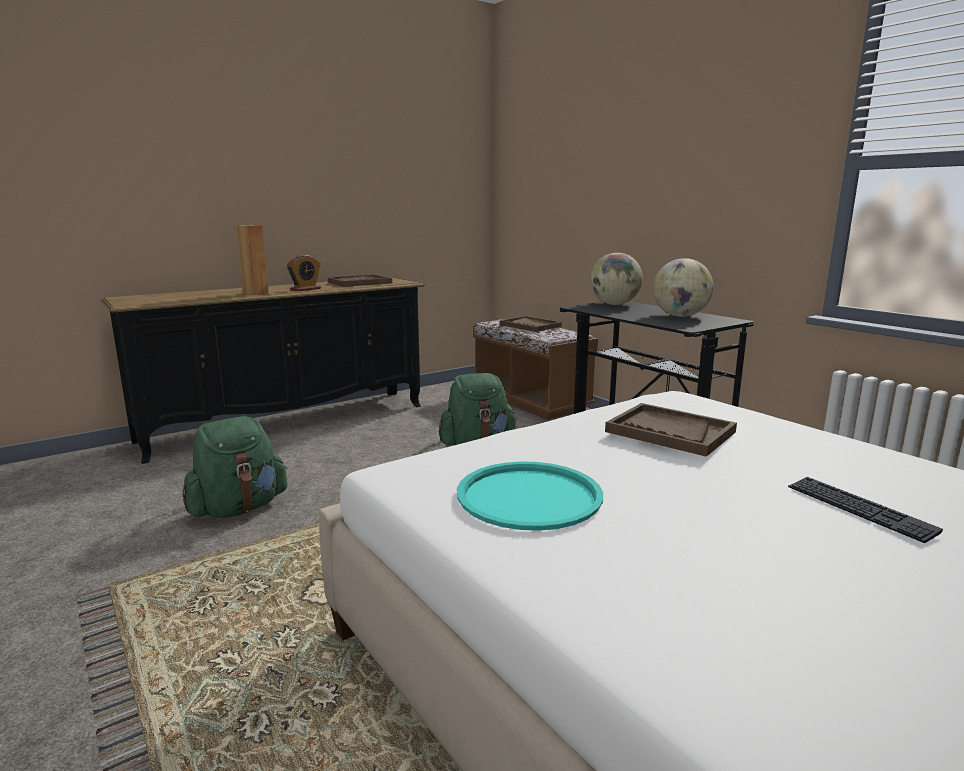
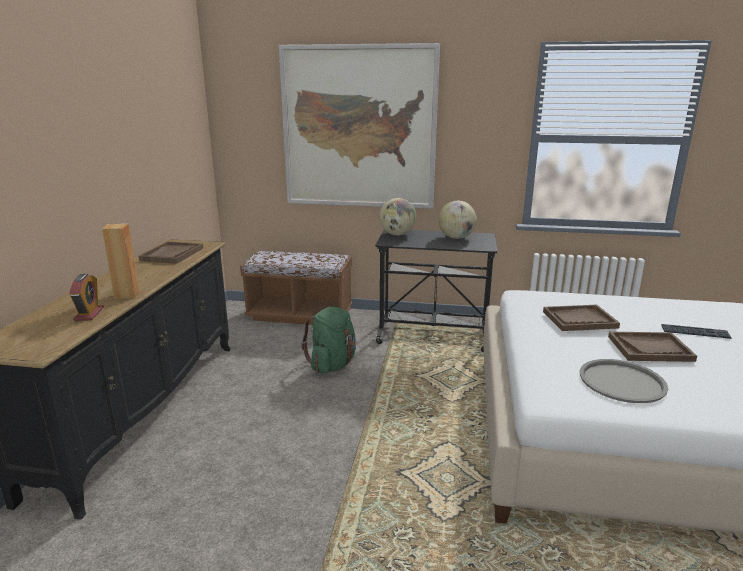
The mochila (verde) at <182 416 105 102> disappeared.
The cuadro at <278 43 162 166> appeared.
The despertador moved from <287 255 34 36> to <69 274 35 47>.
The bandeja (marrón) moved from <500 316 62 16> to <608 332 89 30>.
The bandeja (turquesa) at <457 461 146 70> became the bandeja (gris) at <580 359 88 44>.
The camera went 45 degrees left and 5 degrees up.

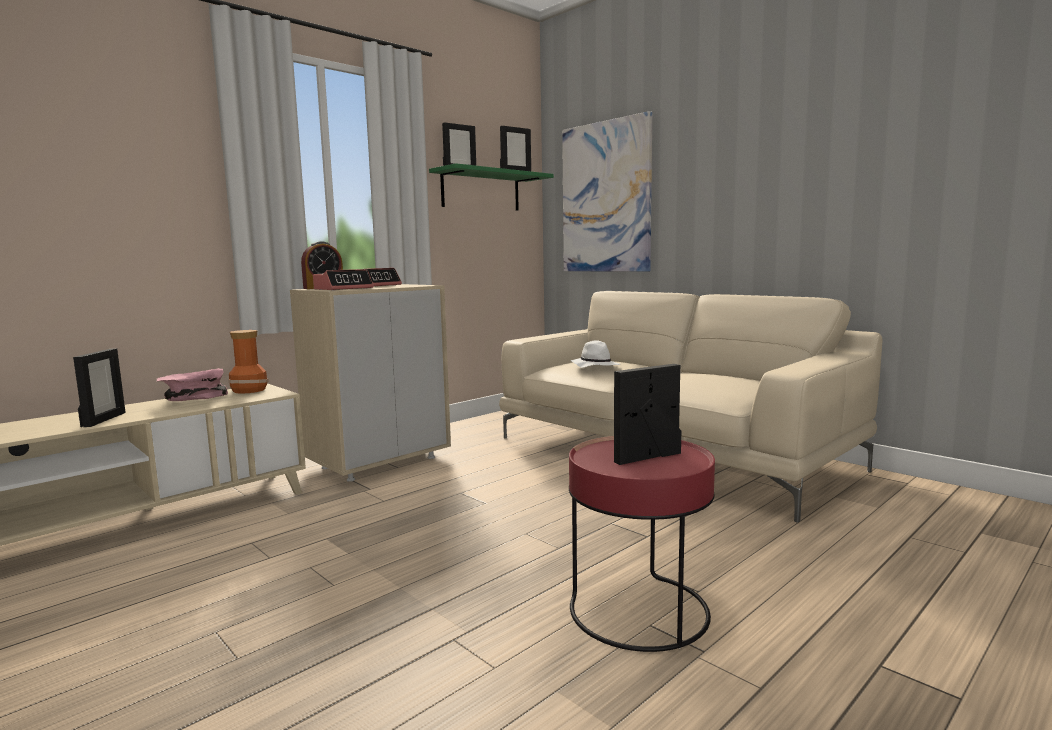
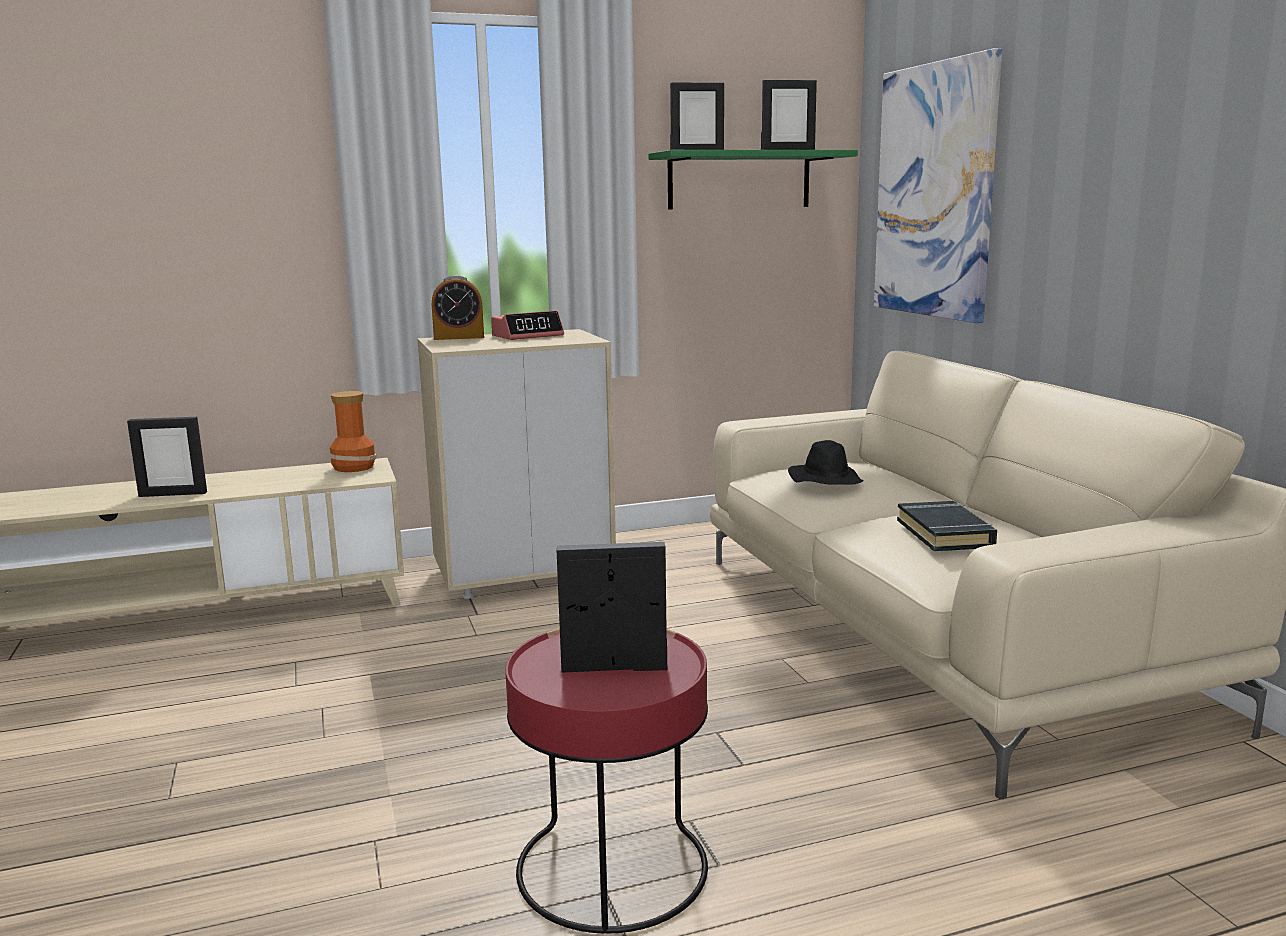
The cuenco (rosa) at <157 368 71 33> disappeared.
The despertador at <313 269 61 22> disappeared.
The libro (negro) at <897 501 100 50> appeared.
The sombrero (blanco) at <571 340 49 28> became the sombrero (negro) at <788 440 76 45>.
The portarretratos at <73 349 53 78> turned 60 degrees clockwise.
The camera went 25 degrees right and 5 degrees up.

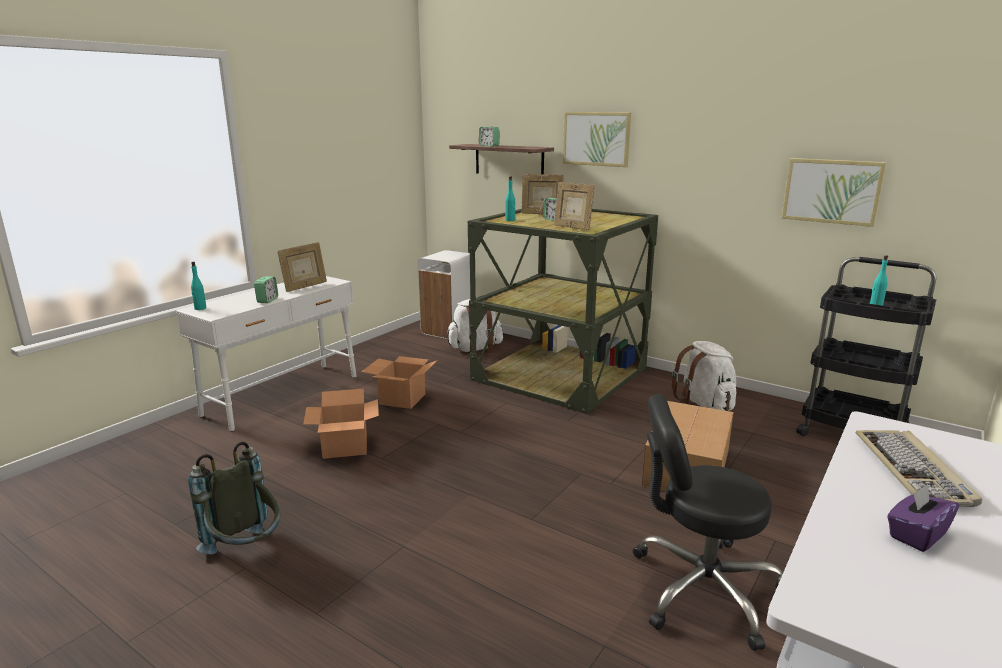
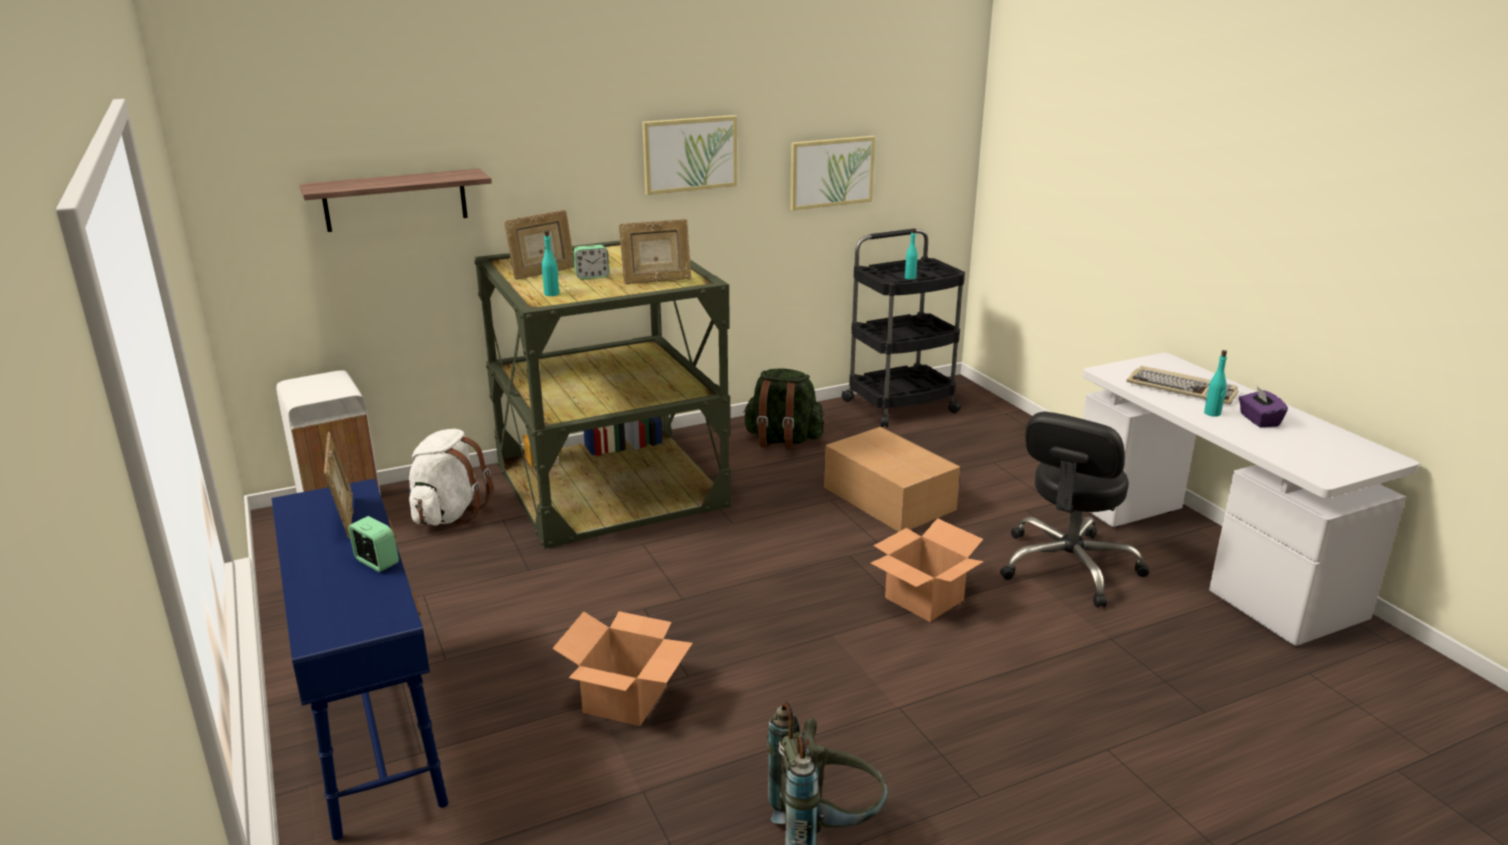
The despertador at <479 126 21 20> disappeared.
The botella (turquesa) moved from <191 262 16 48> to <1204 350 23 67>.
The caja de cartón moved from <361 356 77 53> to <870 518 114 104>.
The cuadro moved from <563 112 68 55> to <642 115 95 80>.
The mesa consola (blanco) at <176 276 181 155> became the mesa consola (azul) at <272 479 176 362>.
The mochila (blanco) at <672 341 64 70> became the mochila (verde) at <743 368 82 82>.
The camera went 60 degrees left and 5 degrees up.

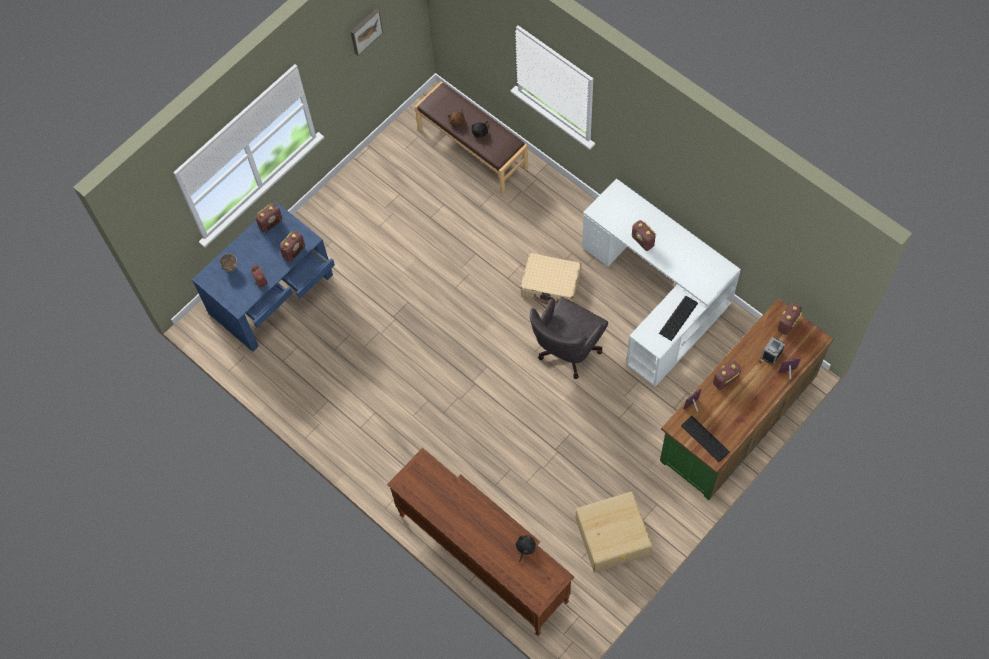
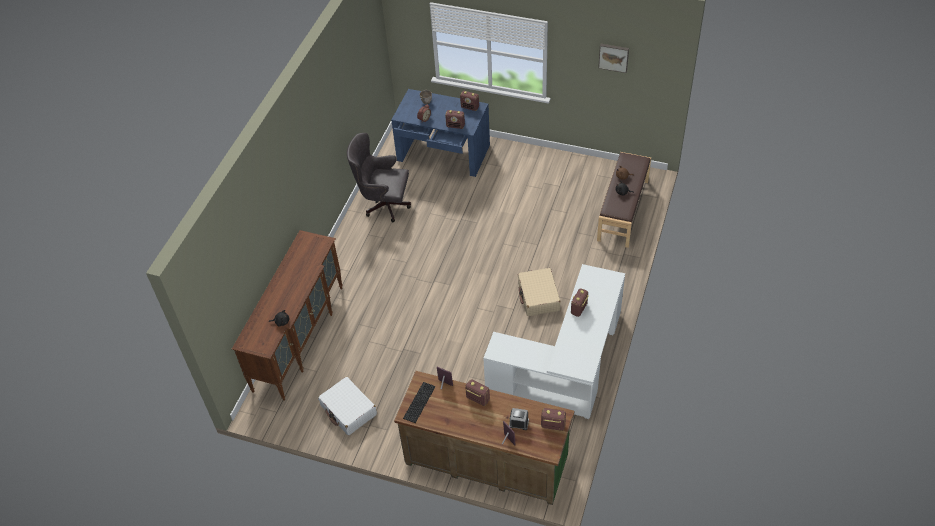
The teclado at <659 296 39 45> disappeared.
The silla de oficina (gris) moved from <530 297 78 82> to <347 133 64 89>.
The caja de almacenaje (beis) at <576 491 76 81> was replaced by the maleta (blanco) at <318 377 59 58>.
The camera went 65 degrees right and 15 degrees down.

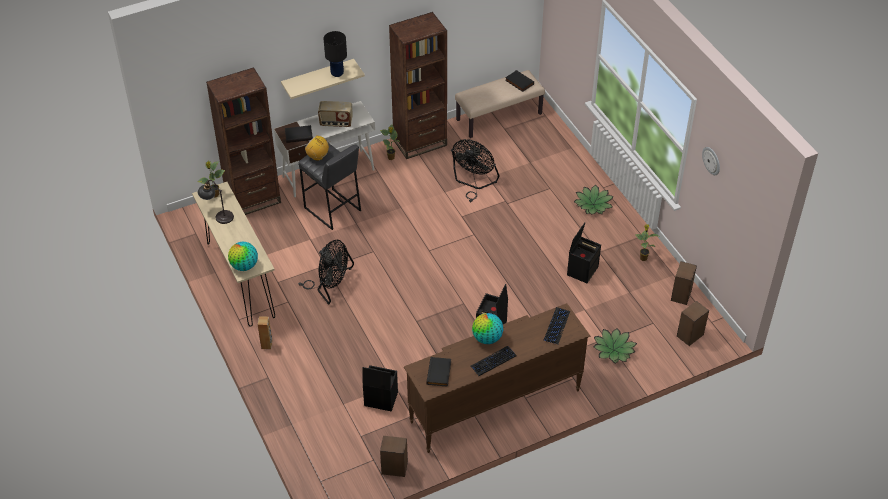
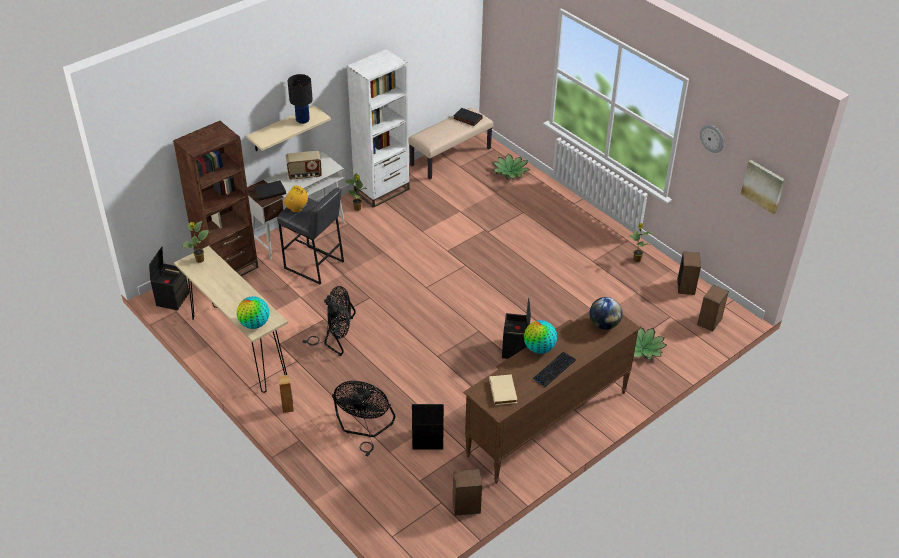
The lámpara de mesa (gris) at <198 180 36 44> disappeared.
The cuadro at <741 160 44 54> appeared.
The ventilador (negro) moved from <451 139 48 63> to <332 381 63 76>.
The caja de almacenaje (negro) moved from <567 223 34 60> to <149 247 40 64>.
The planta en maceta moved from <574 185 40 30> to <493 154 37 25>.
The teclado at <543 307 27 38> was replaced by the globo terráqueo at <589 297 33 33>.
The estantería (marrón) at <389 12 58 147> became the estantería (blanco) at <347 49 62 159>.
The libro (negro) at <426 357 25 30> became the libro (beis) at <489 374 28 31>.
The camera went 15 degrees left and 5 degrees down.

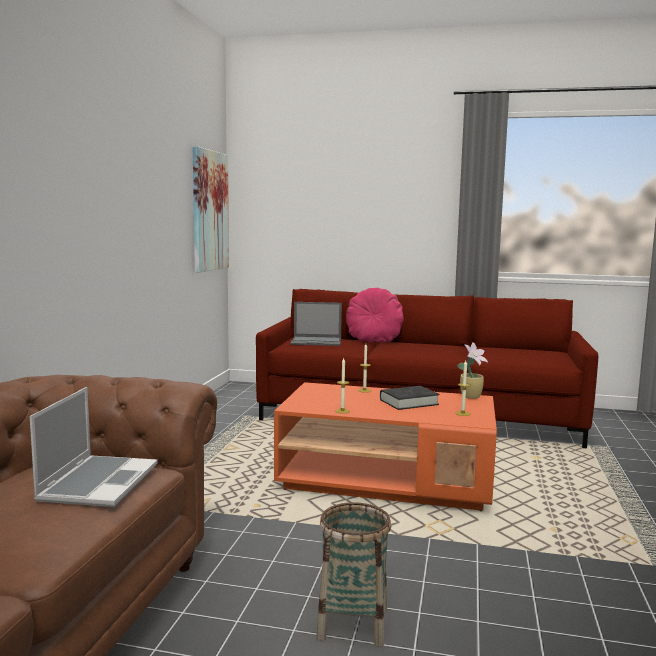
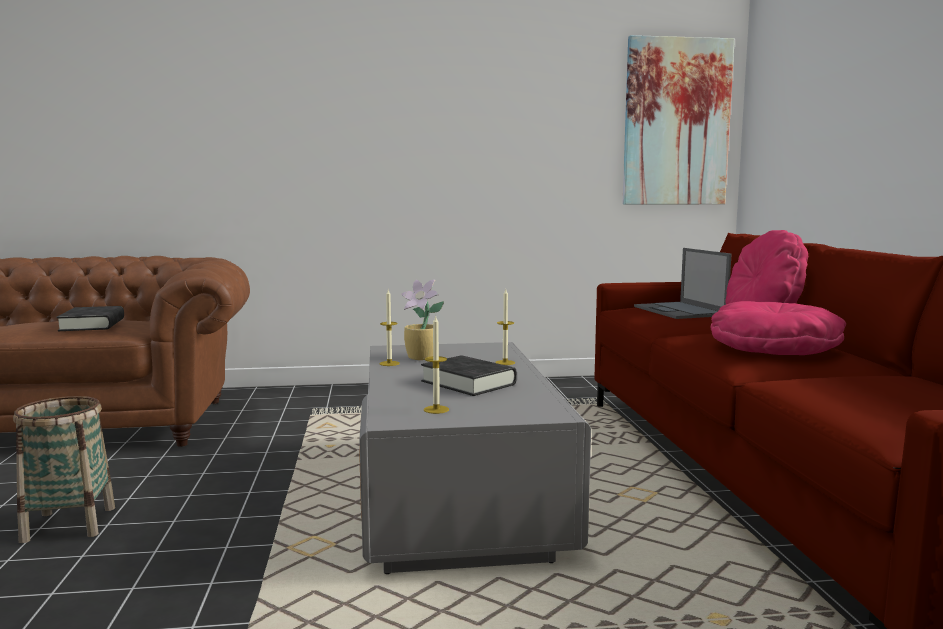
The cojín (rosa) at <711 301 135 54> appeared.
The planta en maceta moved from <457 342 31 57> to <401 279 43 81>.
The portátil at <30 387 128 120> was replaced by the libro (negro) at <56 306 68 25>.
The mesa de centro (naranja) at <274 382 223 129> became the mesa de centro (gris) at <359 342 232 232>.
The camera went 70 degrees right and 0 degrees up.

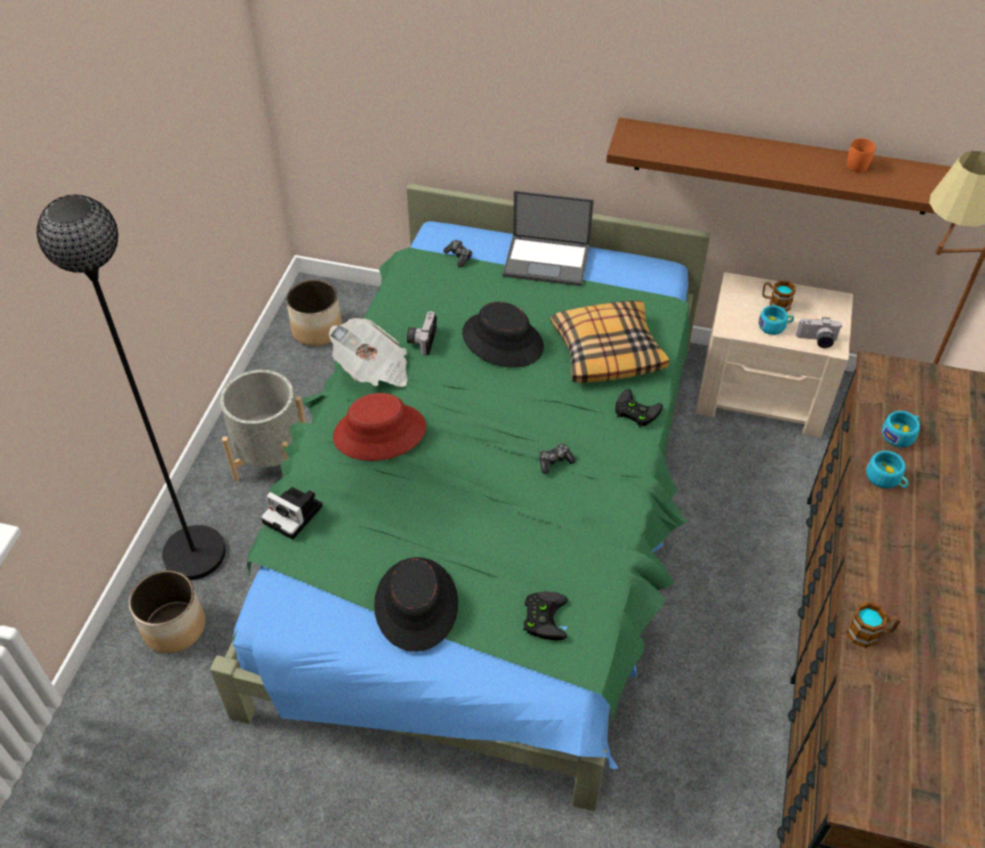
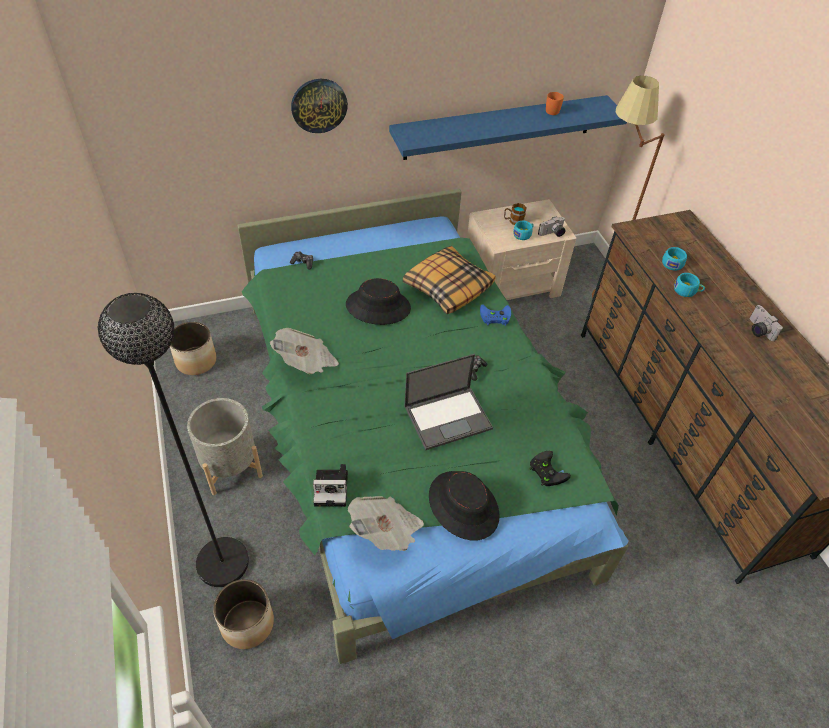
The sombrero (rojo) at <333 393 93 68> disappeared.
The taza grande at <846 601 54 47> disappeared.
The reloj de pared at <291 79 57 54> appeared.
The periódico at <348 496 76 55> appeared.
The cámara moved from <407 311 30 44> to <750 305 33 36>.
The portátil moved from <503 190 91 96> to <405 354 88 96>.
The estante (marrón) at <606 117 345 98> became the estante (azul) at <389 95 238 65>.
The mando de consola (negro) at <615 389 48 38> became the mando de consola (azul) at <480 304 31 22>.
The camera went 35 degrees left and 0 degrees up.

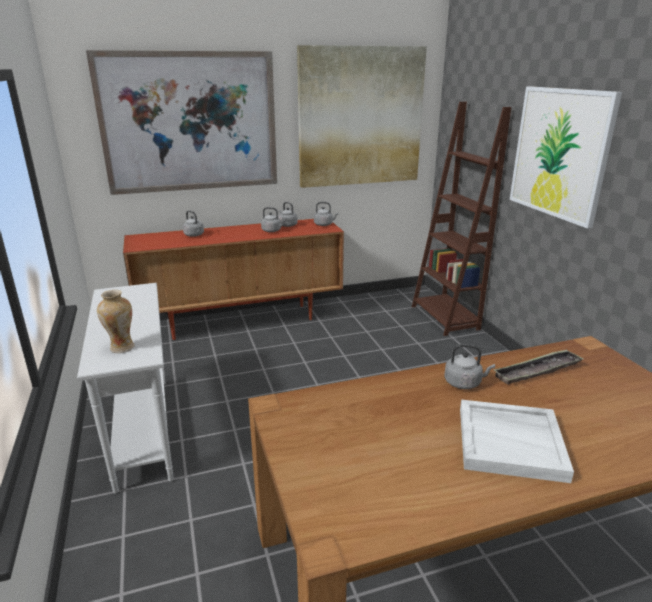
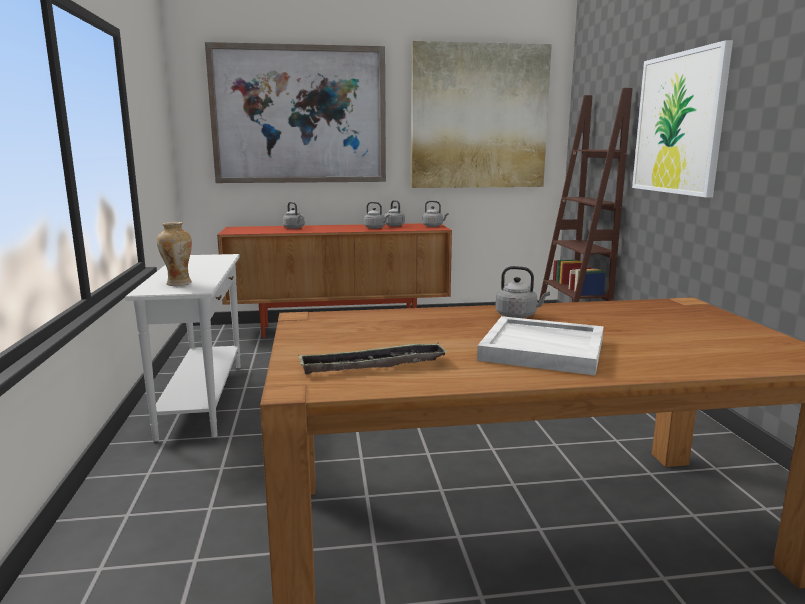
The bandeja moved from <494 349 90 36> to <299 342 148 32>.
The camera went 10 degrees right and 10 degrees down.

